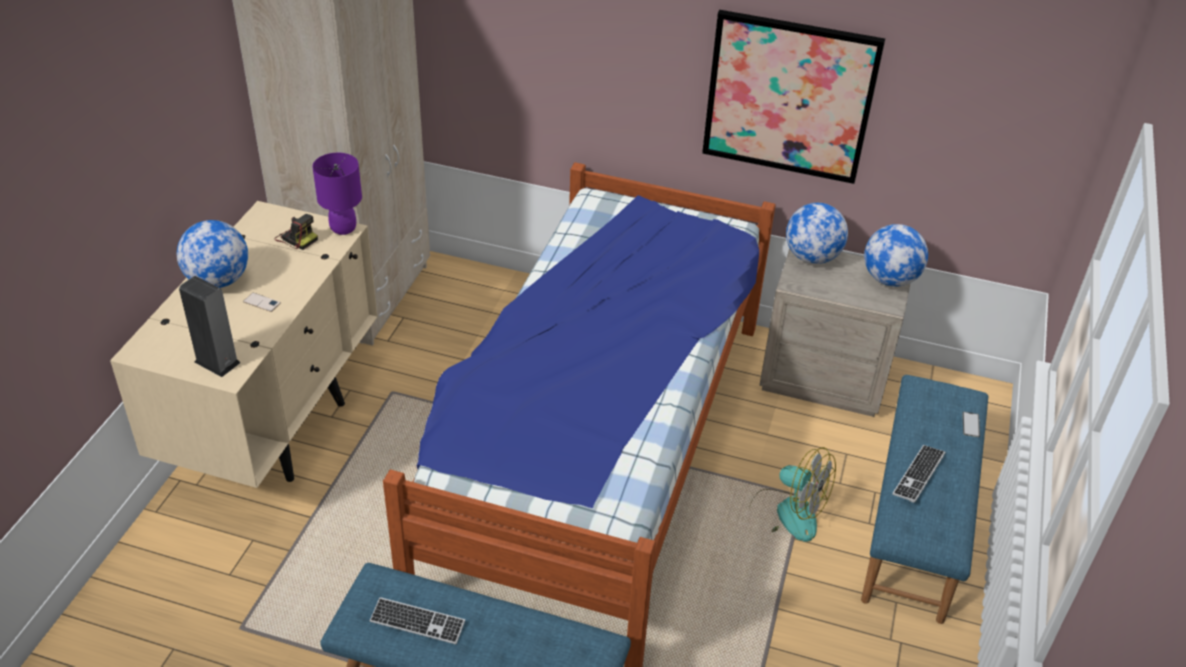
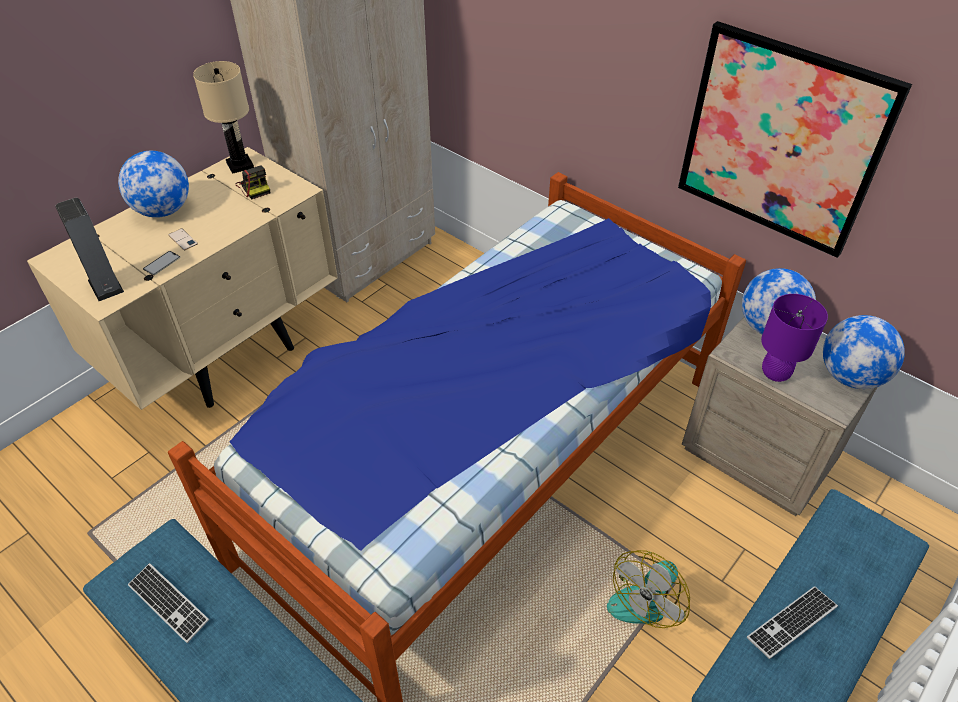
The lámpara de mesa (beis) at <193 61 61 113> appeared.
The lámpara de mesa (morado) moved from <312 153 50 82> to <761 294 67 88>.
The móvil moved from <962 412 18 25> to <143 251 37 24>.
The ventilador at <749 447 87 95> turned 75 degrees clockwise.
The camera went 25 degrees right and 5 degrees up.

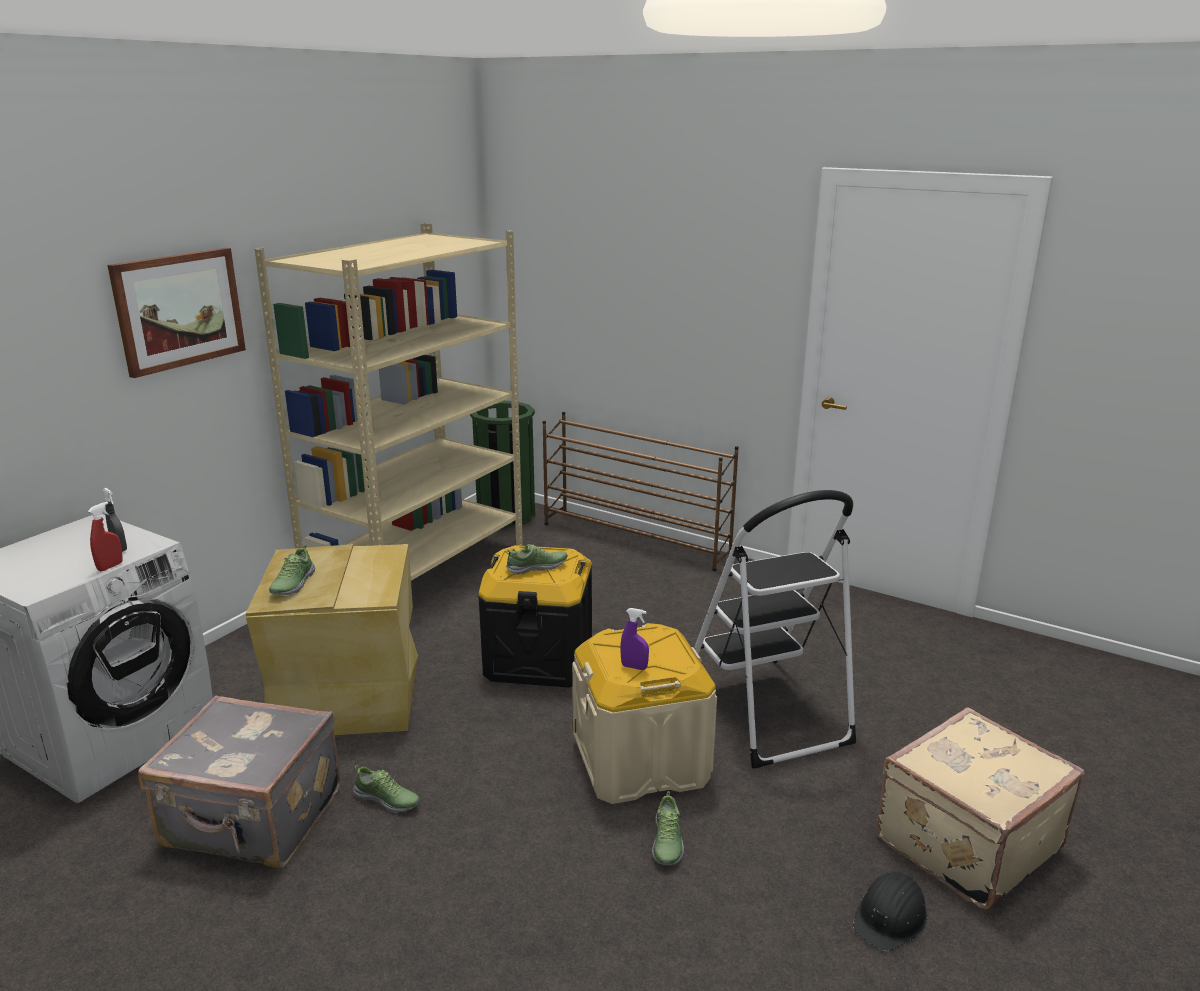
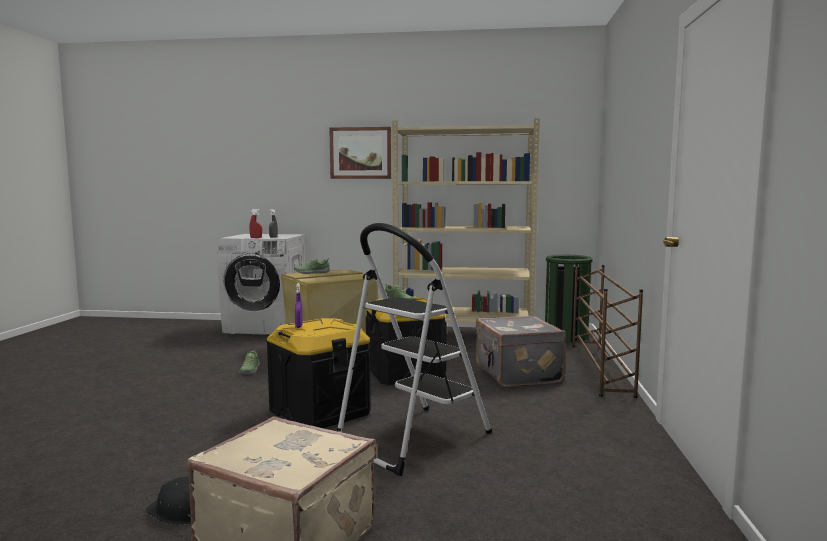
The zapato at <652 791 32 74> disappeared.
The maleta (gris) moved from <138 696 203 172> to <476 316 90 71>.
The caja de almacenaje (beis) at <572 623 145 181> became the caja de almacenaje (negro) at <267 318 104 110>.
The camera went 65 degrees right and 15 degrees down.

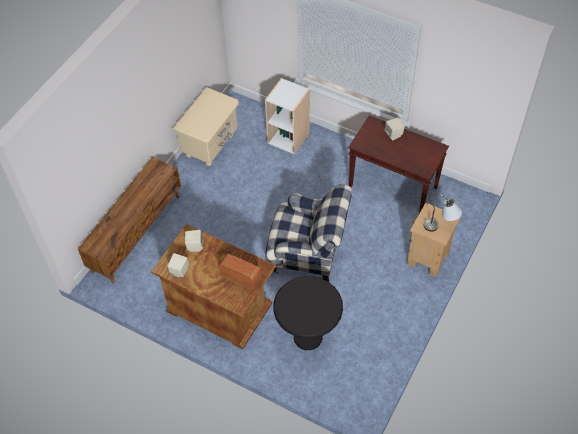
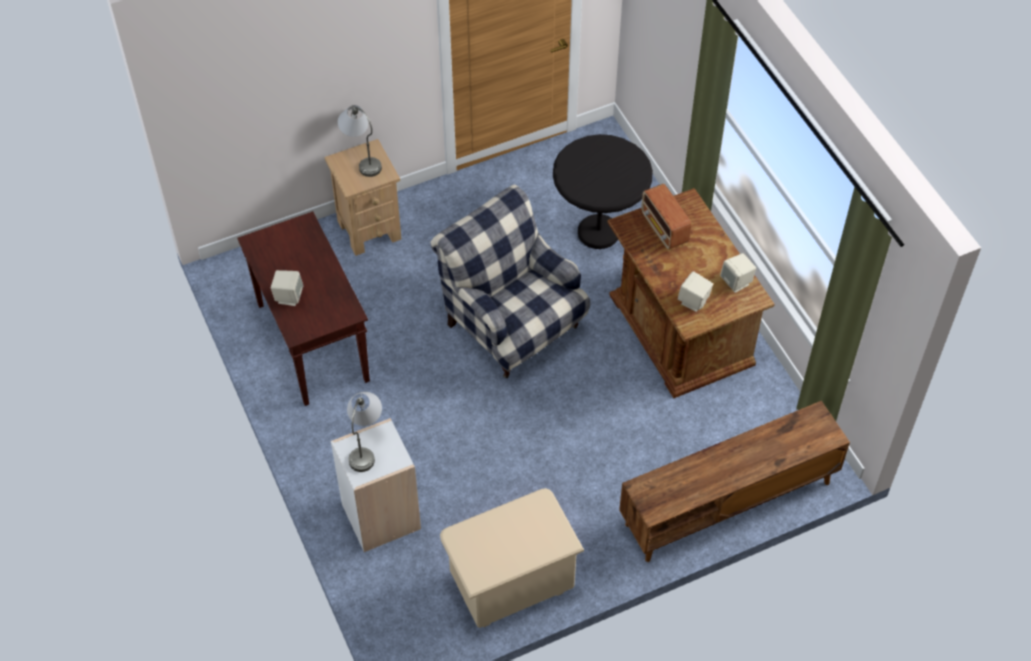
The lámpara de mesa (gris) at <347 392 35 80> appeared.
The camera went 145 degrees left and 0 degrees up.

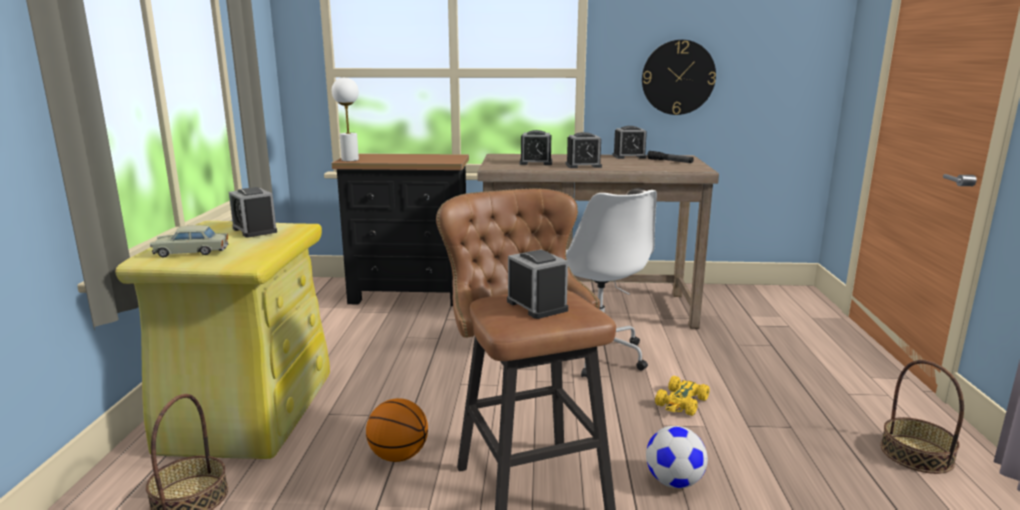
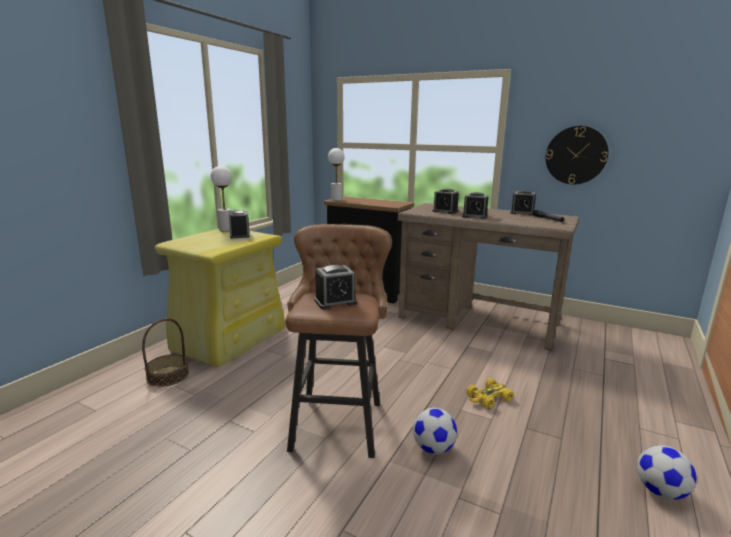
The coche de juguete (beis) at <150 225 78 32> disappeared.
The balón de baloncesto at <366 398 62 64> disappeared.
The silla de oficina (blanco) at <566 190 91 187> disappeared.
The lámpara de mesa (blanco) at <211 166 21 65> appeared.
The cesta at <880 360 84 114> was replaced by the balón de fútbol at <637 445 60 55>.
The despertador at <507 249 61 70> turned 75 degrees clockwise.
The camera went 25 degrees right and 0 degrees up.

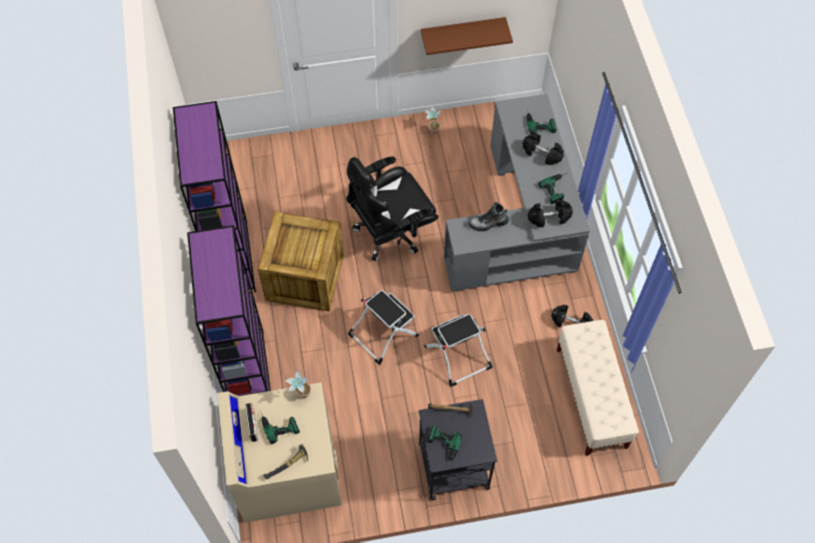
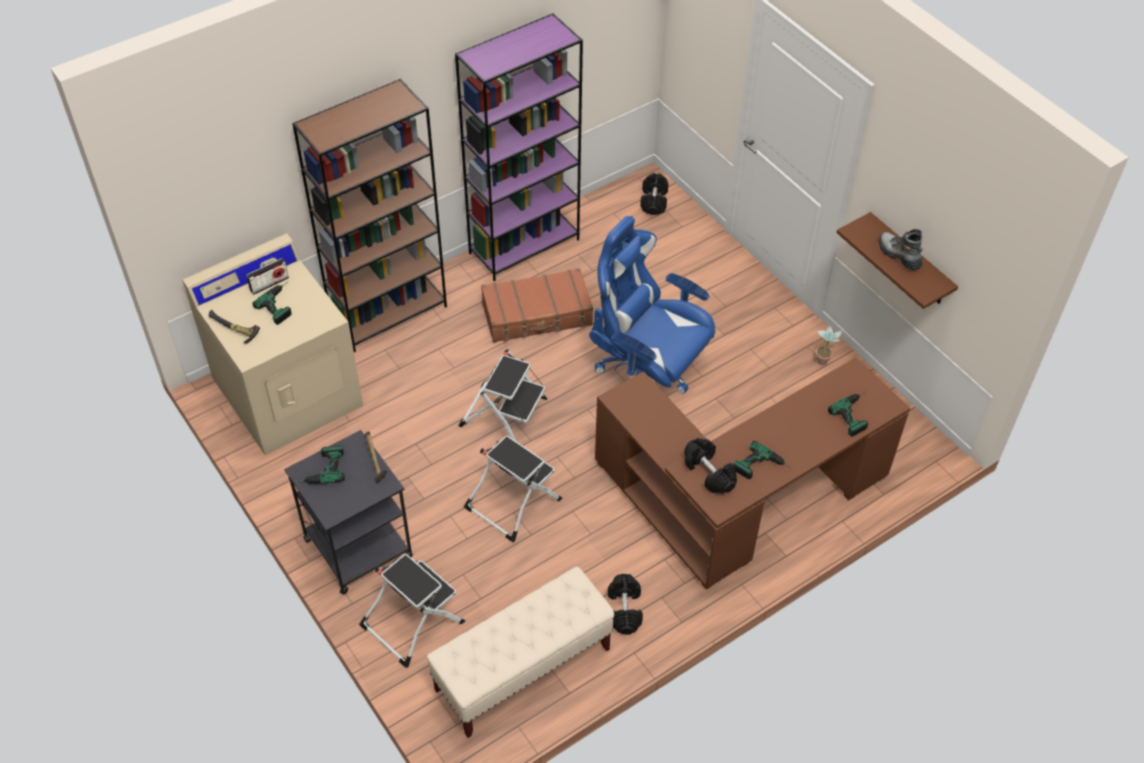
The planta en maceta at <285 370 26 28> disappeared.
The escalera de tijera at <359 554 106 114> appeared.
The bota moved from <469 202 40 29> to <879 229 44 41>.
The mancuerna (negro) moved from <522 133 42 32> to <640 173 29 42>.
The caja de embalaje at <258 211 86 101> was replaced by the maleta (marrón) at <481 268 112 75>.
The estantería (morado) at <187 225 84 171> became the estantería (marrón) at <292 79 155 273>.
The silla de oficina (negro) at <346 156 93 105> became the silla de oficina (azul) at <589 216 126 178>.
The escritorio (gris) at <444 94 146 198> became the escritorio (marrón) at <595 357 315 233>.
The camera went 65 degrees right and 10 degrees down.

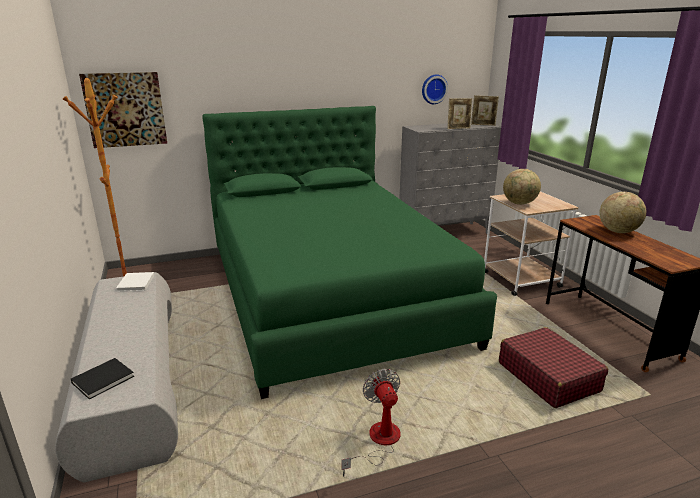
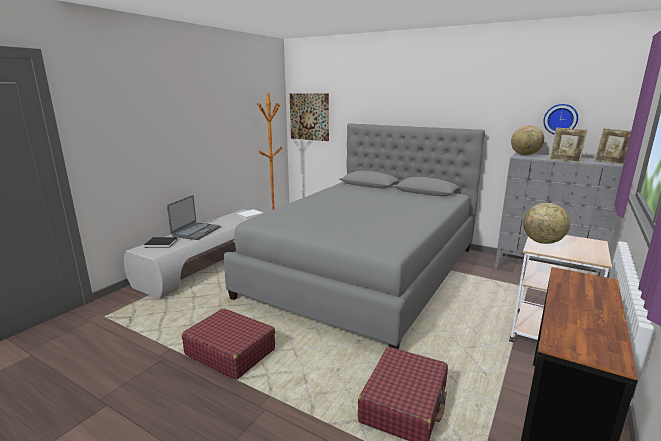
The portátil at <167 195 54 45> appeared.
The globo terráqueo moved from <599 192 47 41> to <511 125 33 30>.
The ventilador at <341 369 60 107> was replaced by the maleta (rojo) at <182 308 93 72>.
The cama (verde) at <202 106 295 293> became the cama (gris) at <223 123 262 226>.
The camera went 50 degrees right and 5 degrees down.

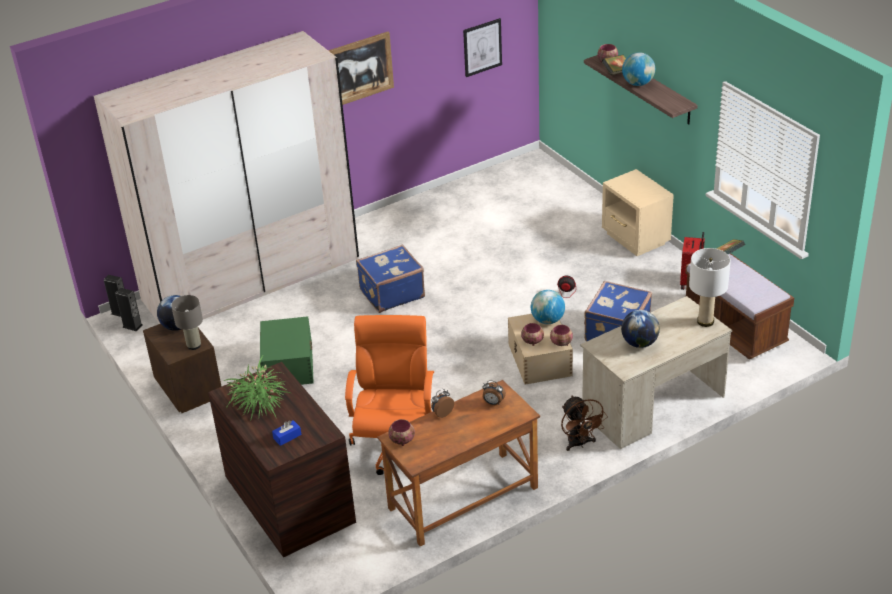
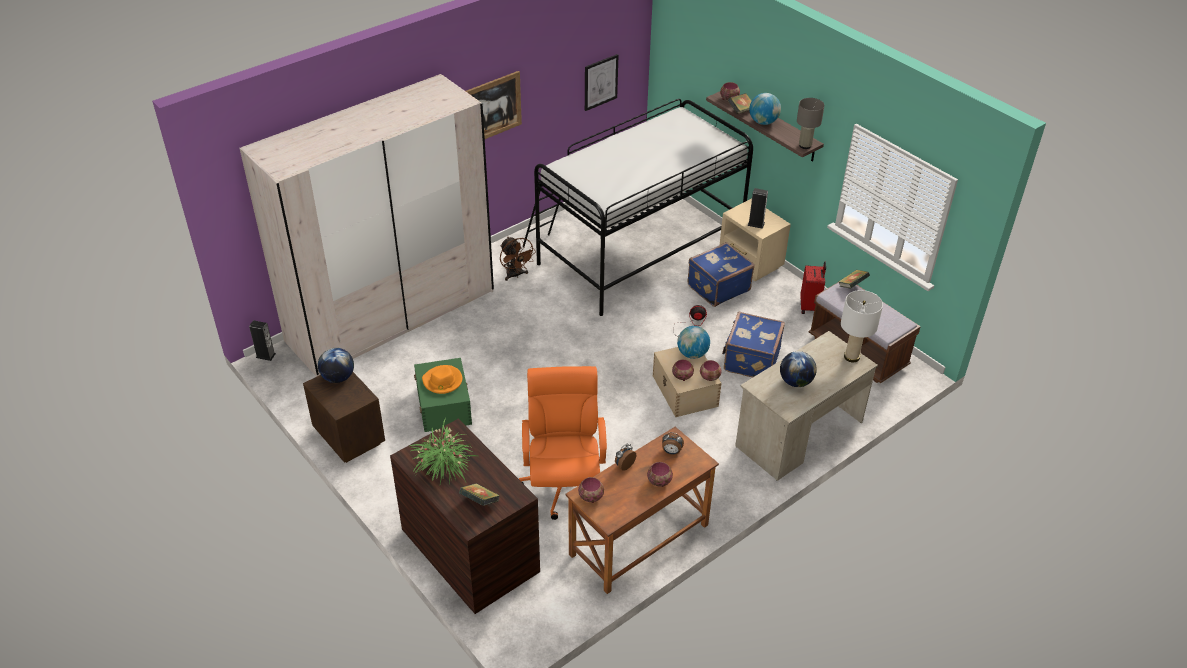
The sombrero (naranja) at <422 365 40 29> appeared.
The cama (negro) at <523 99 230 217> appeared.
The cuenco at <647 462 26 25> appeared.
The altavoz moved from <115 288 28 43> to <747 188 21 41>.
The lámpara de mesa (gris) moved from <171 295 32 55> to <797 98 27 51>.
The maleta (azul) moved from <356 244 69 69> to <687 242 68 65>.
The ventilador (marrón) moved from <561 395 47 56> to <500 237 36 44>.
The caja de pañuelos (azul) at <272 420 30 26> was replaced by the libro at <459 483 41 23>.
The camera went 10 degrees left and 5 degrees up.

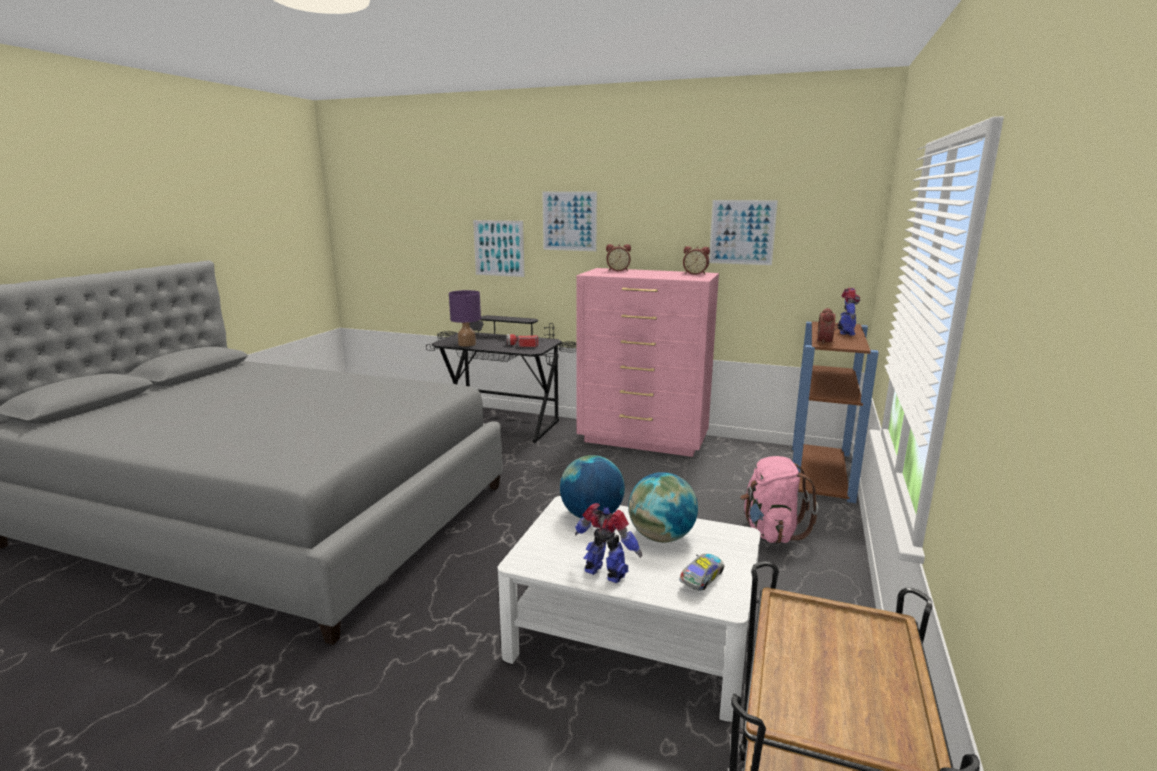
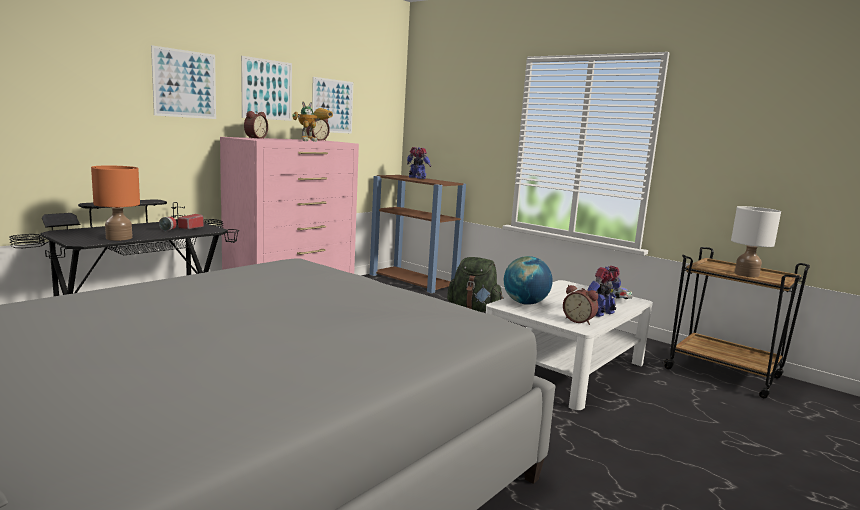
The globo terráqueo at <628 472 70 70> disappeared.
The robot de juguete at <292 101 41 41> appeared.
The lámpara de mesa (blanco) at <731 206 50 71> appeared.
The cuadro moved from <473 220 52 57> to <241 56 51 65>.
The despertador moved from <817 308 21 36> to <563 285 35 40>.
The lámpara de mesa (morado) at <449 290 32 56> became the lámpara de mesa (naranja) at <91 166 49 75>.
The mochila (rosa) at <740 456 78 87> became the mochila (verde) at <447 257 56 55>.
The camera went 70 degrees left and 5 degrees down.

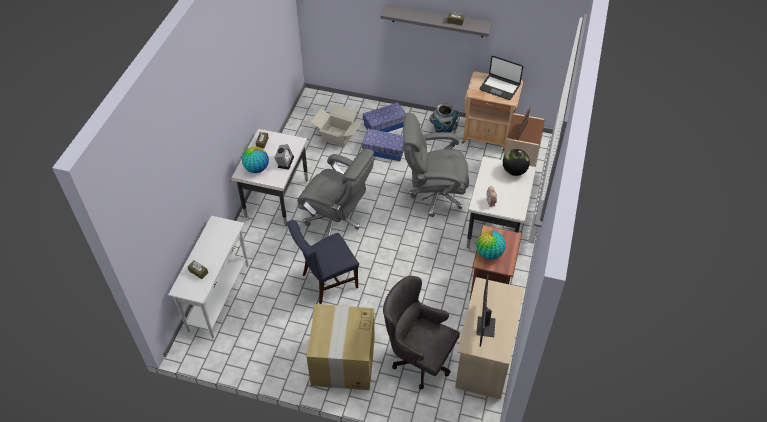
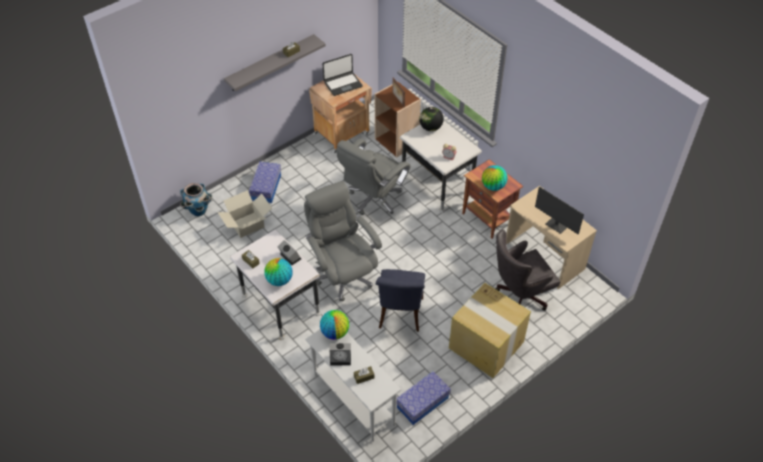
The globo terráqueo at <320 310 29 30> appeared.
The despertador at <330 343 21 22> appeared.
The caja de almacenaje moved from <362 129 42 32> to <396 372 55 53>.
The maceta moved from <429 103 31 30> to <180 183 32 33>.
The silla de oficina (gris) at <297 149 77 89> turned 90 degrees counterclockwise.
The camera went 55 degrees left and 0 degrees up.

